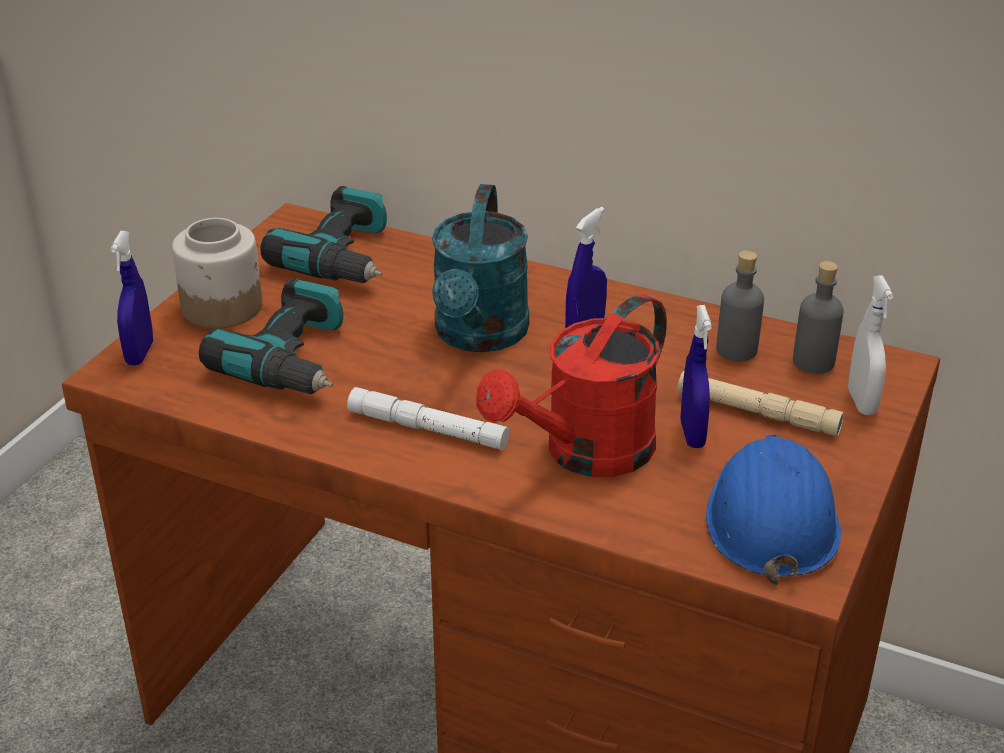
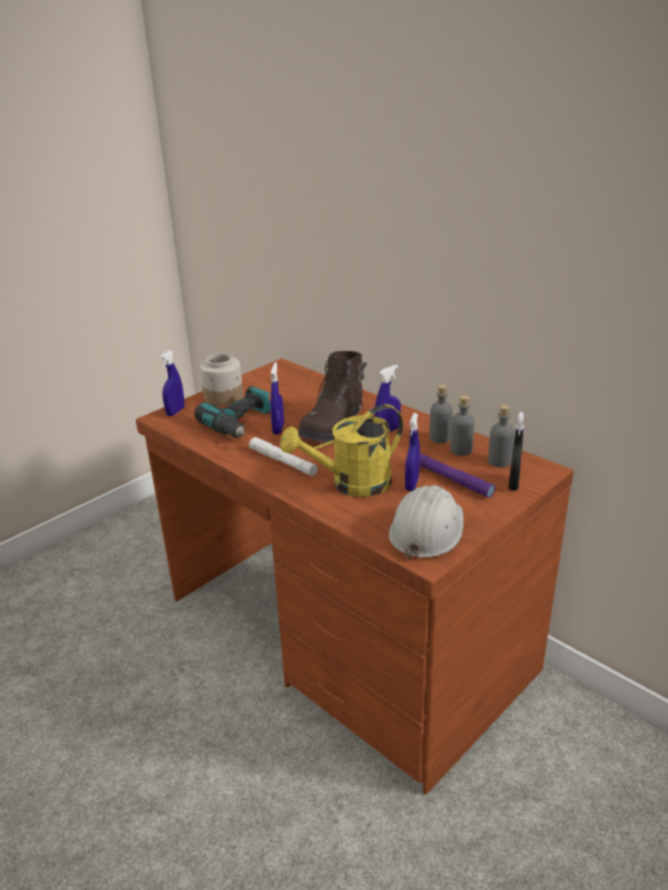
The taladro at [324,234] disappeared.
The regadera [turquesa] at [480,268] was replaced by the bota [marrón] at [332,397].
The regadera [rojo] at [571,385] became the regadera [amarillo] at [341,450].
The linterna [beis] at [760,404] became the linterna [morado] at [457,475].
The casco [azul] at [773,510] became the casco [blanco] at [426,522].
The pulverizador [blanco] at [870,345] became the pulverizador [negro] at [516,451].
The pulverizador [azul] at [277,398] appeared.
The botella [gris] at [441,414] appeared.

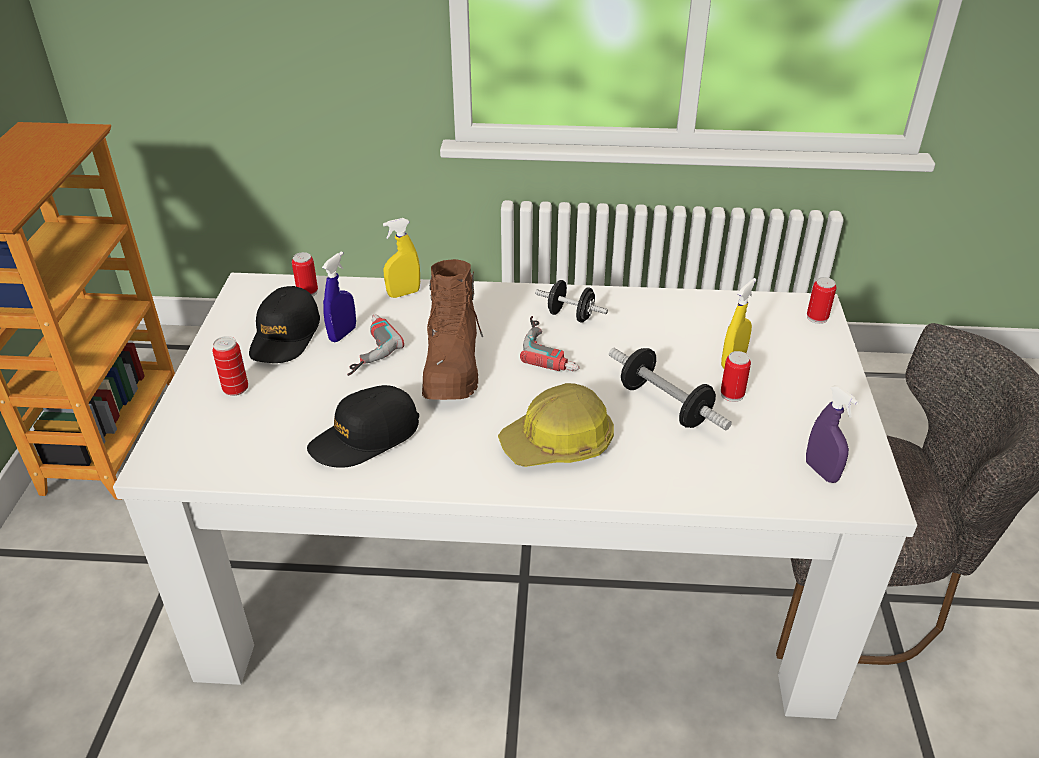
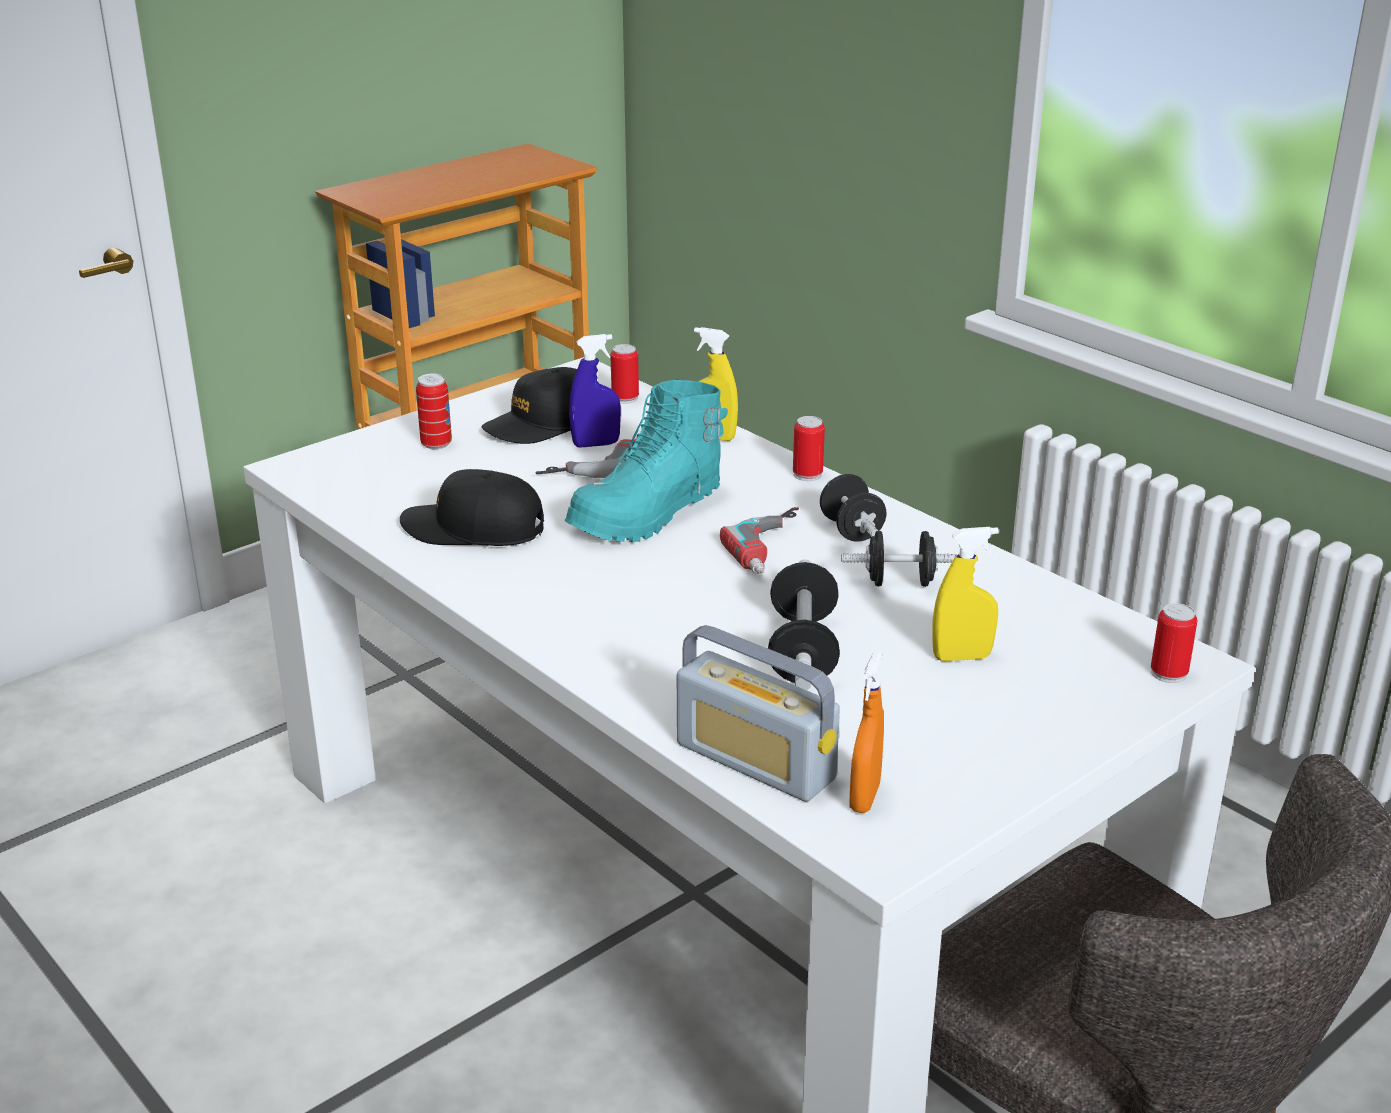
The bota [marrón] at [452,329] became the bota [turquesa] at [646,461].
The casco at [556,425] disappeared.
The lata moved from [736,376] to [809,448].
The pulverizador [morado] at [832,434] became the pulverizador [naranja] at [867,732].
The radio at [758,713] appeared.
The mancuerna [negro] at [900,559] appeared.

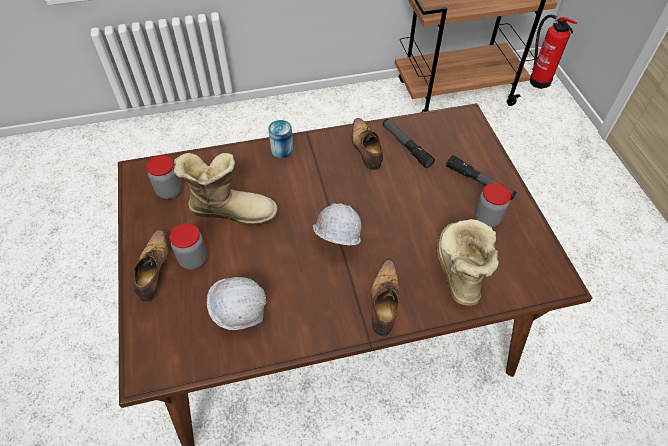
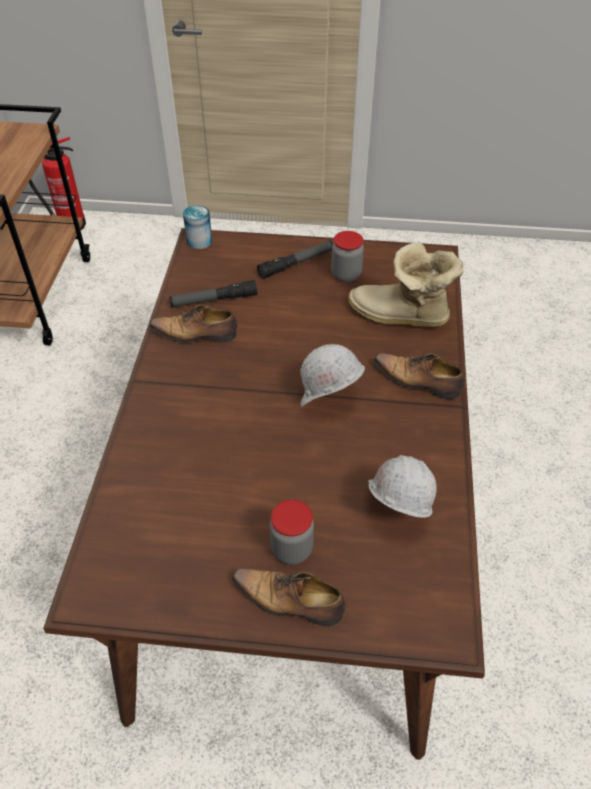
The tarro at [164,177] disappeared.
The bota at [226,189] disappeared.
The lata moved from [280,139] to [197,227].

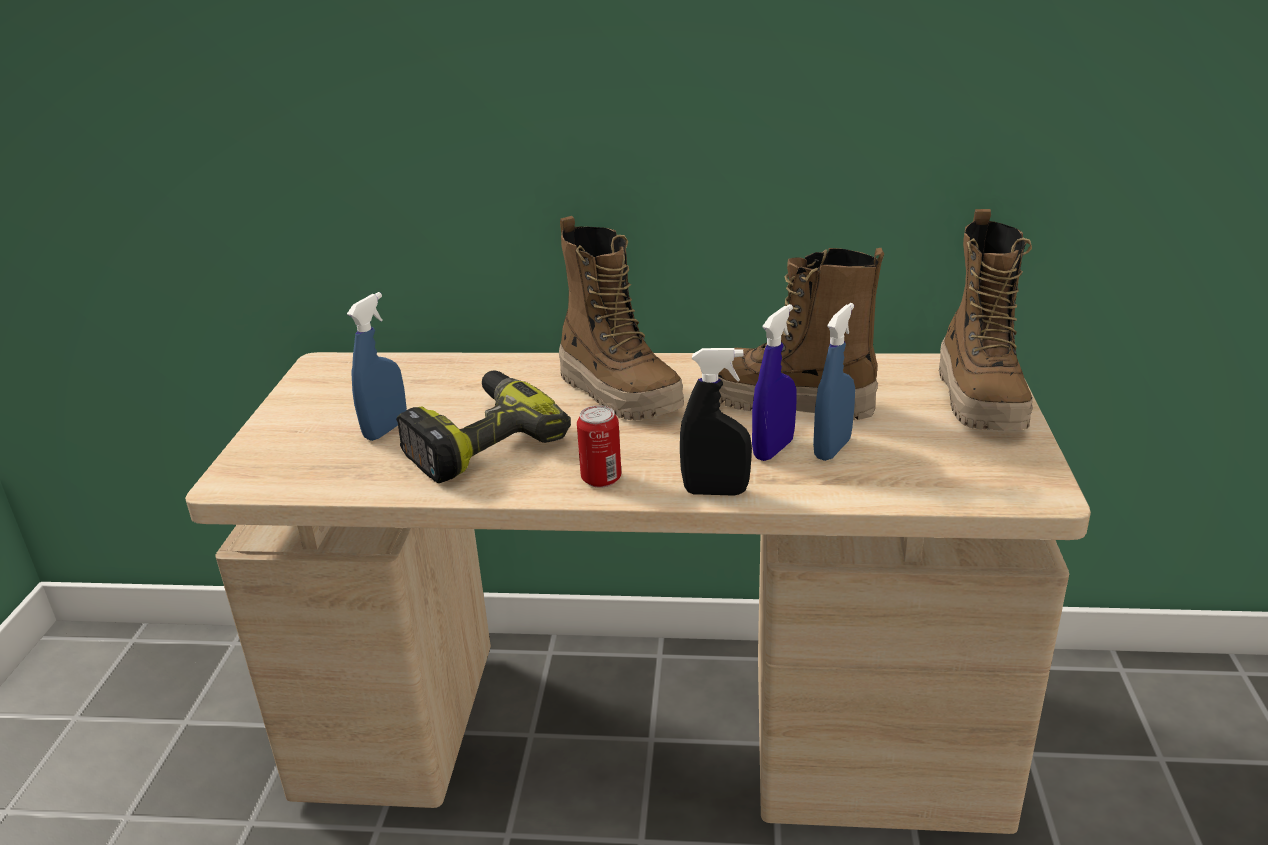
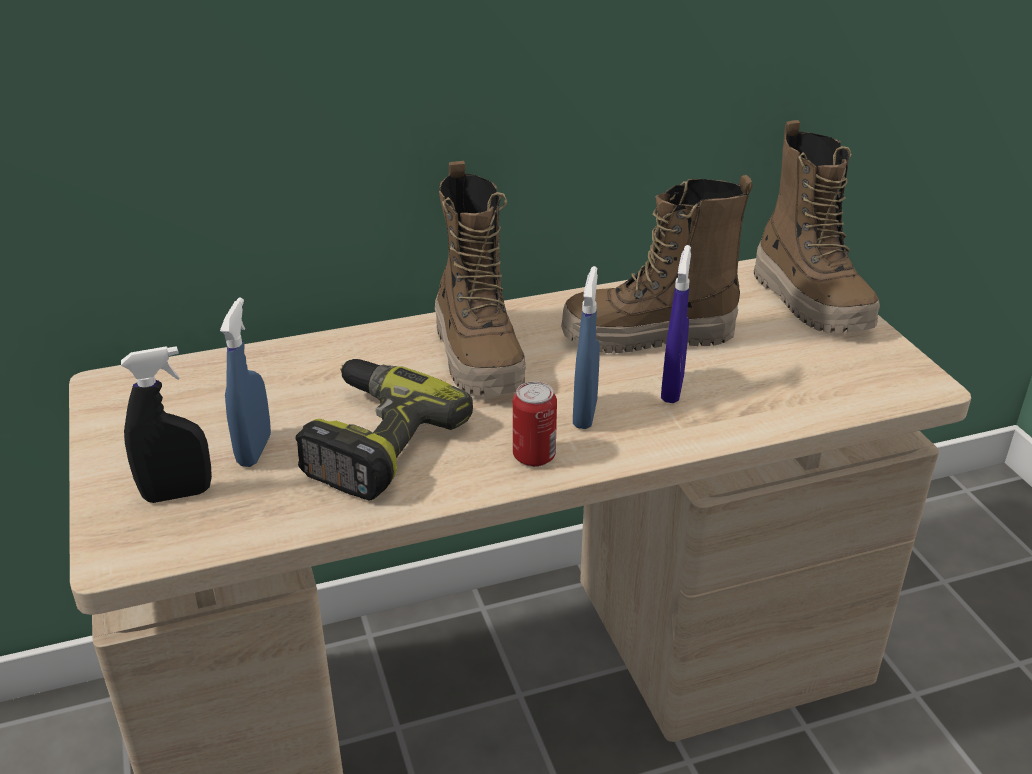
The bota at [621,318] turned 45 degrees clockwise.
The pulverizador [negro] moved from [716,421] to [166,424].
The pulverizador [azul] moved from [834,382] to [586,347].

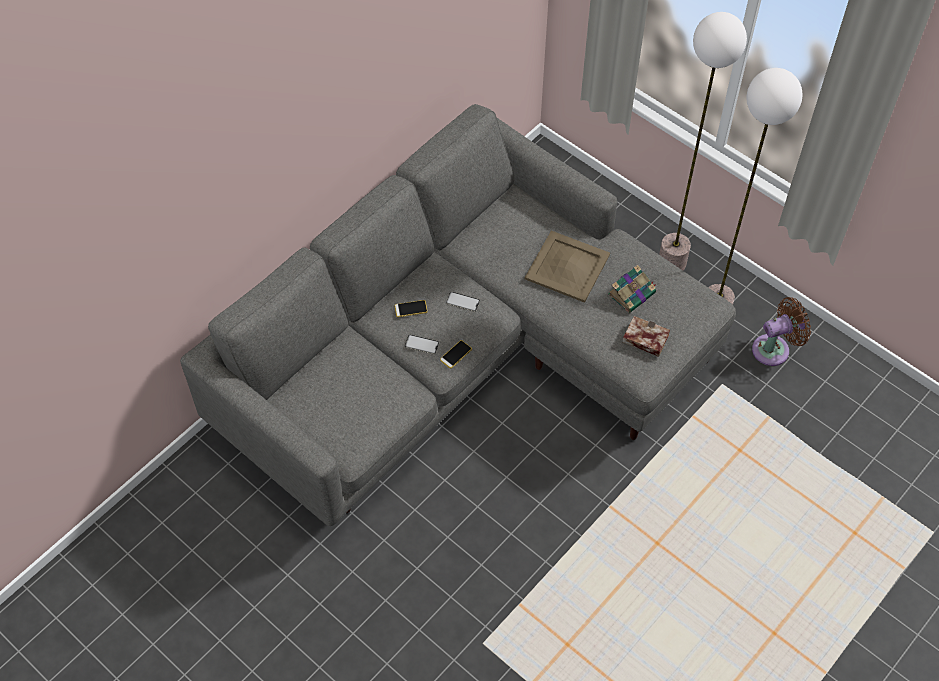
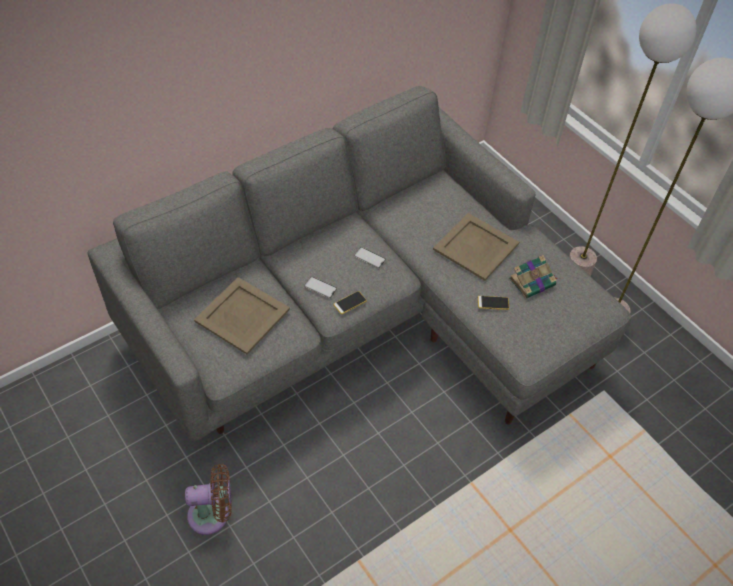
The móvil moved from [411,308] to [493,303].
The libro at [646,336] disappeared.
The ventilador [marrón] moved from [781,331] to [208,499].
The bandeja [beis] at [242,315] appeared.

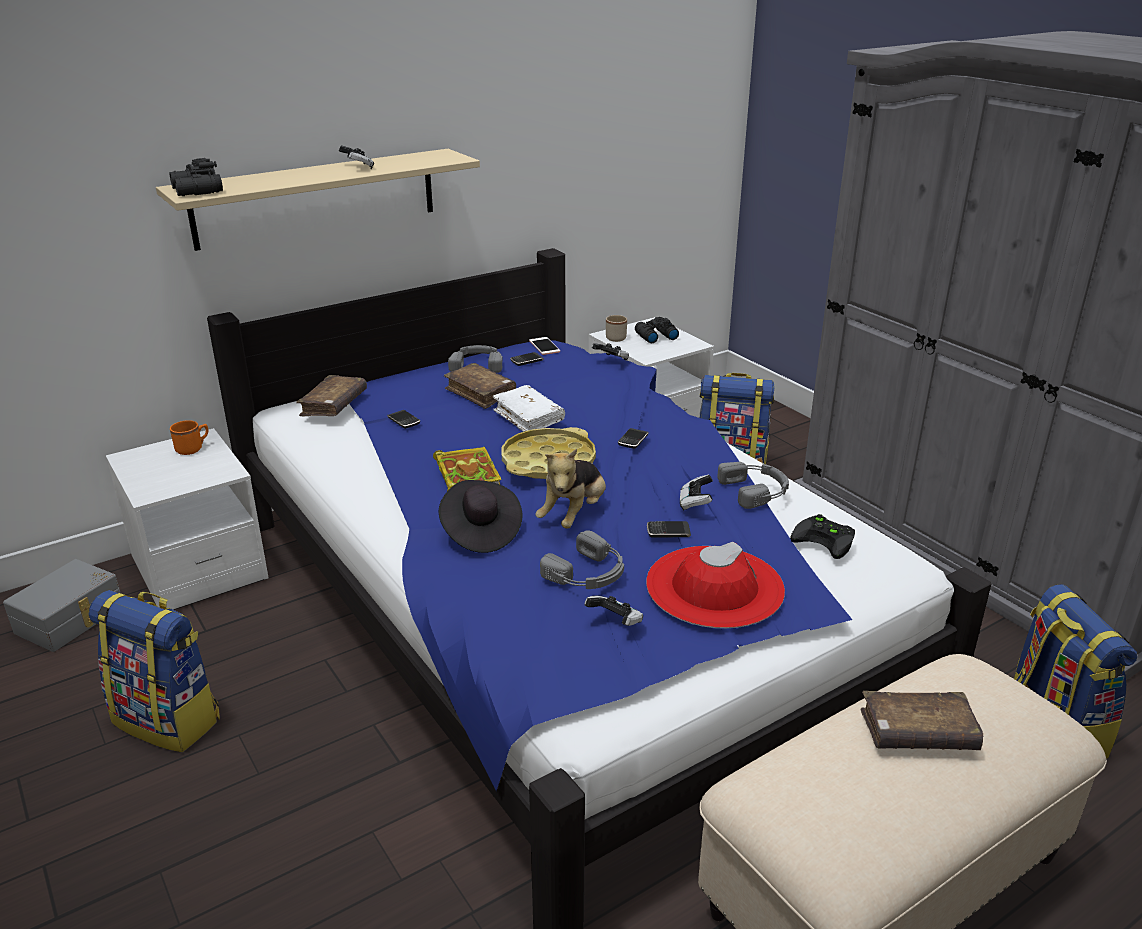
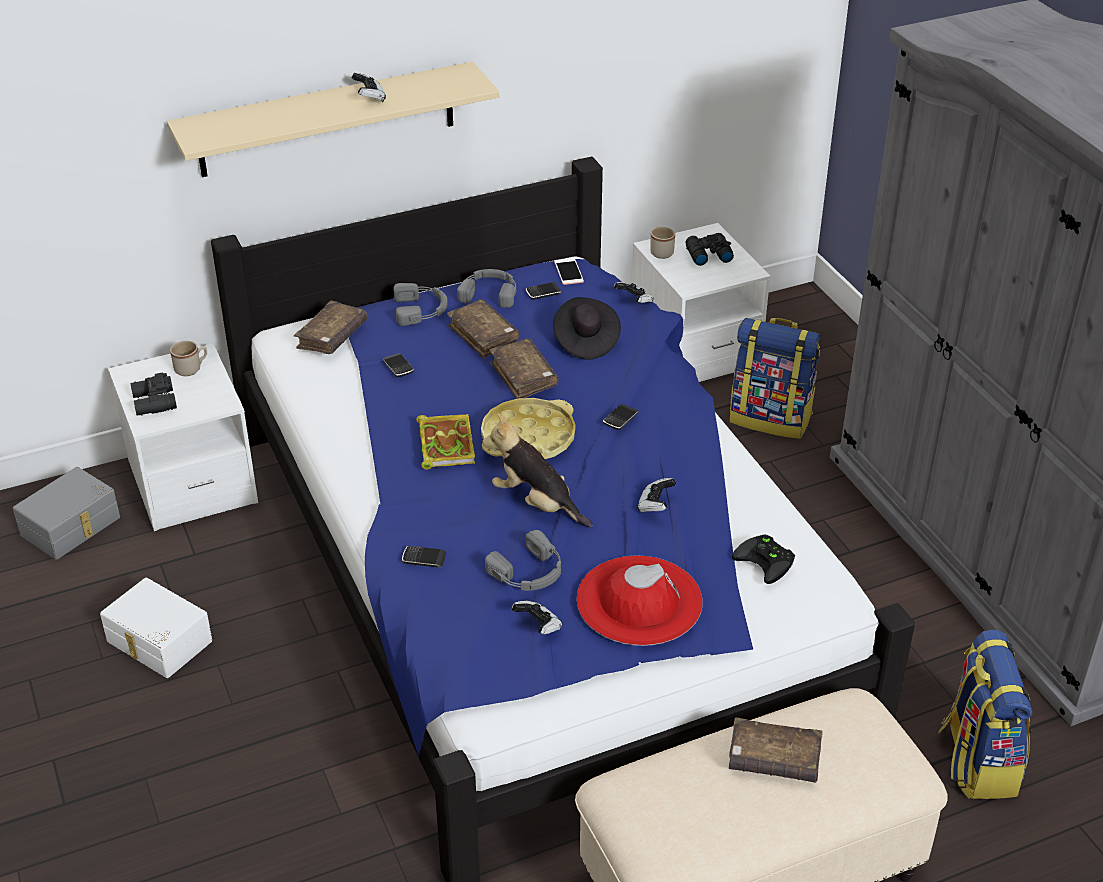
The mochila at [154,671] was replaced by the caja de almacenaje [blanco] at [156,628].
The prismáticos [negro] moved from [196,177] to [153,394].
The taza grande [naranja] at [189,437] became the taza grande [beis] at [188,358].
The sombrero [negro] moved from [481,516] to [587,328].
The libro [blanco] at [529,408] became the libro [marrón] at [524,368].
The peluche at [570,488] turned 90 degrees clockwise.
The móvil moved from [669,529] to [424,557].
The auriculares [gris] moved from [753,485] to [420,304].

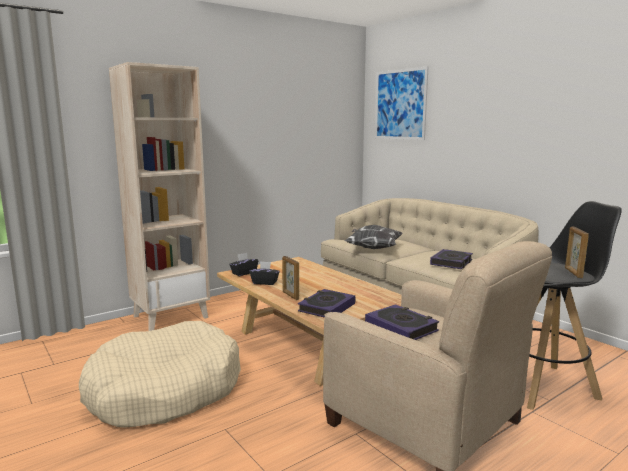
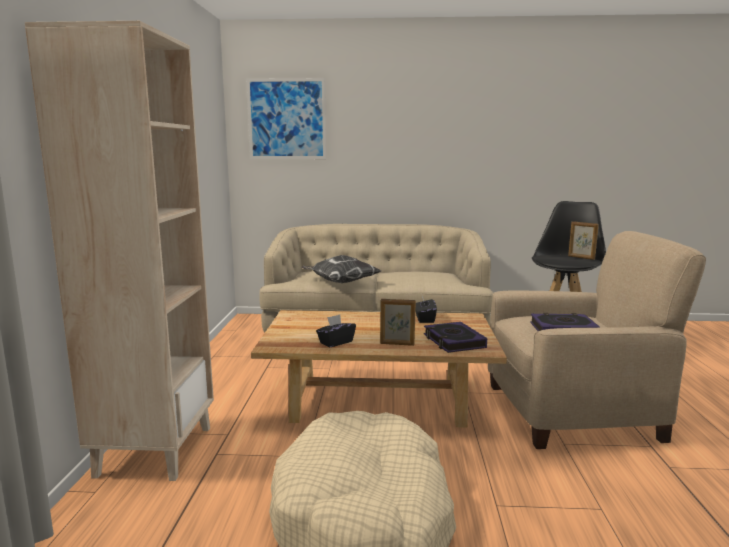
The caja de pañuelos [negro] moved from [243,264] to [426,309].
The libro at [451,259] disappeared.

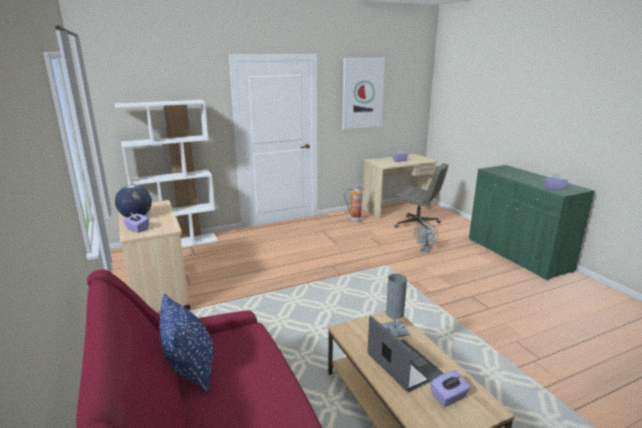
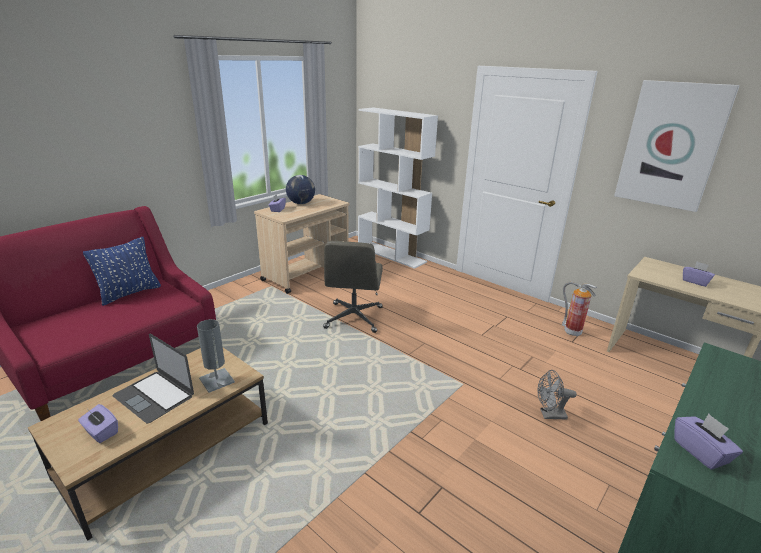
The portátil at [406,354] turned 90 degrees clockwise.
The silla de oficina [gris] moved from [421,196] to [353,287].

